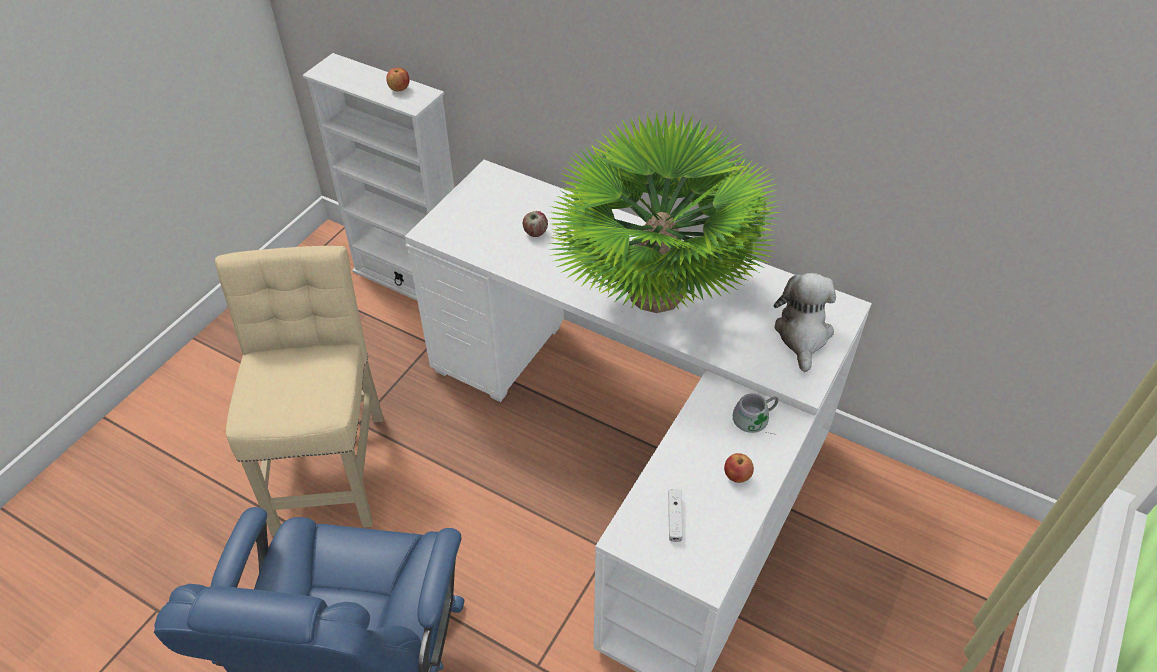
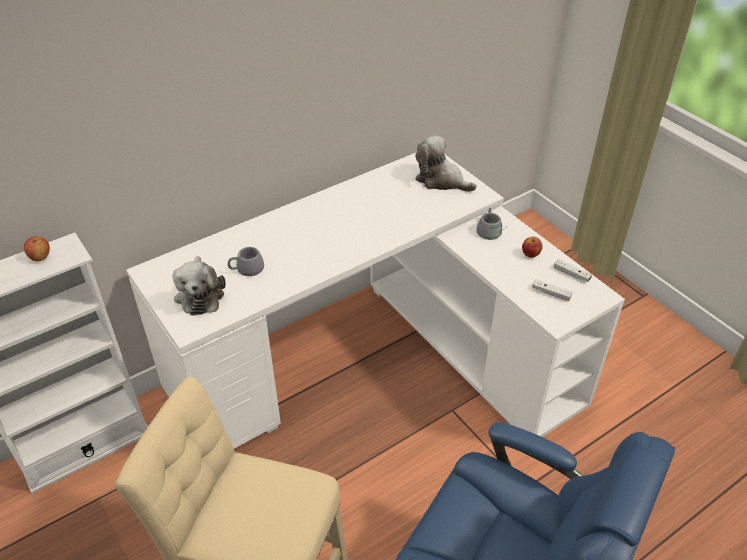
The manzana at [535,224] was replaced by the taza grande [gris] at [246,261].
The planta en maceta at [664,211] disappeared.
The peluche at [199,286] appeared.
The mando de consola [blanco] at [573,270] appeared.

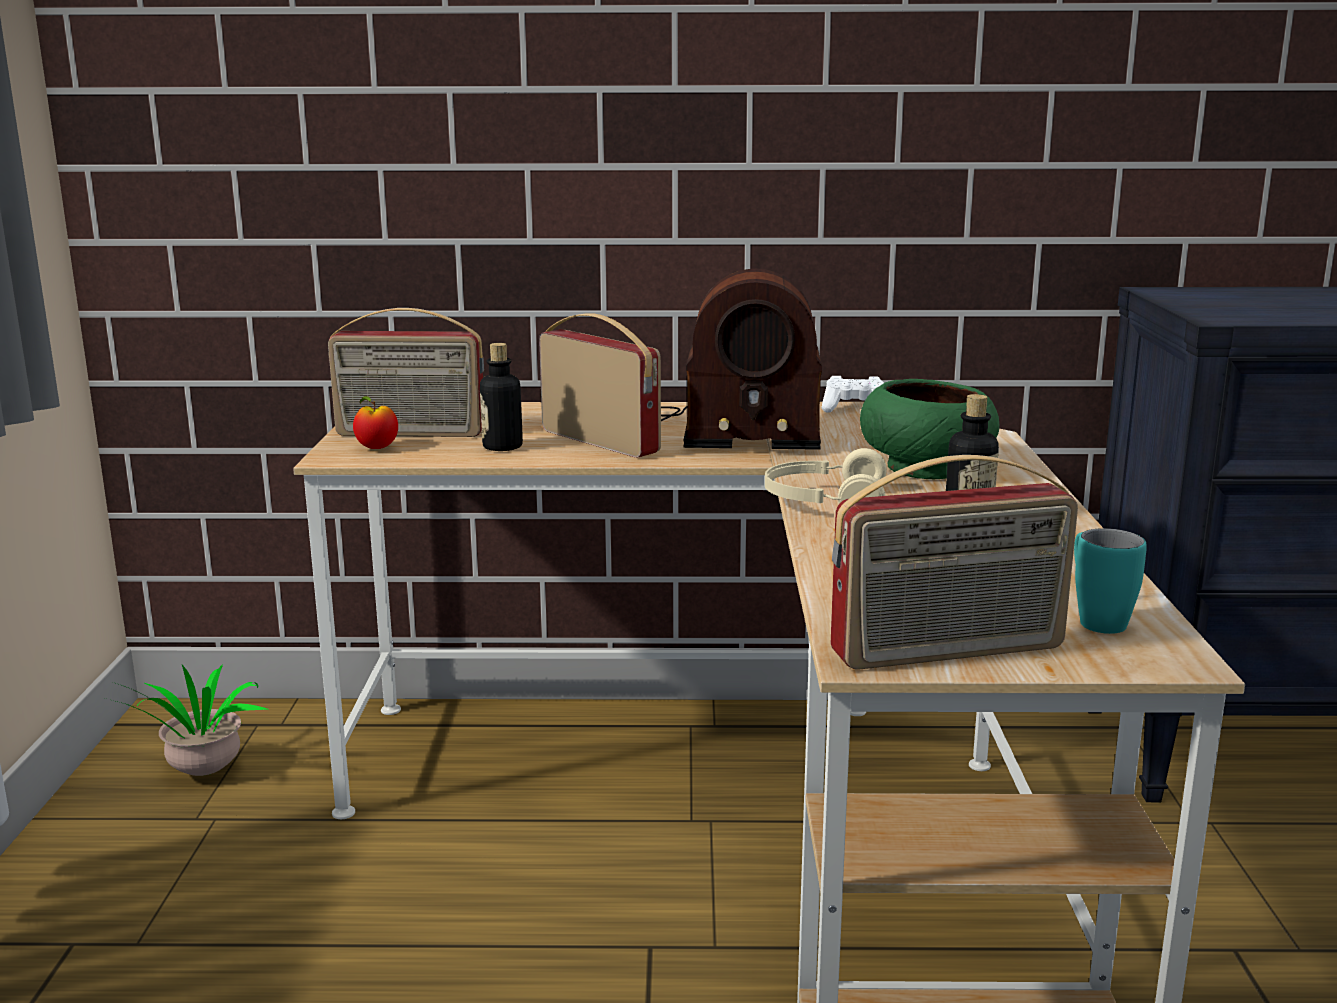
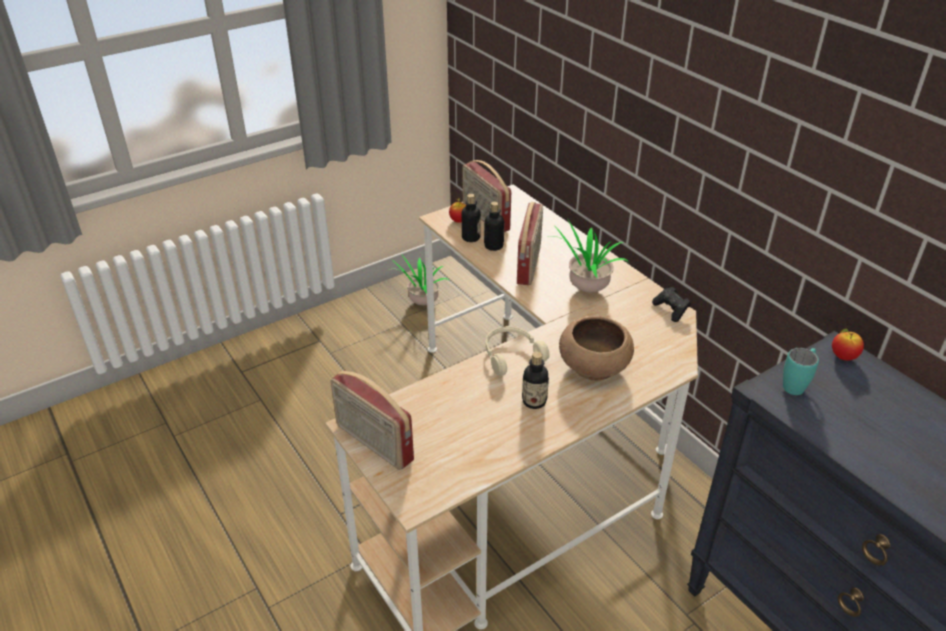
The radio at [741,359] was replaced by the planta en maceta at [588,255].
The mando de consola [blanco] at [852,394] became the mando de consola [negro] at [671,304].
The cuenco [verde] at [929,429] became the cuenco [marrón] at [596,348].
The taza grande [turquesa] moved from [1110,581] to [801,371].
The botella at [471,218] appeared.
The manzana at [848,344] appeared.

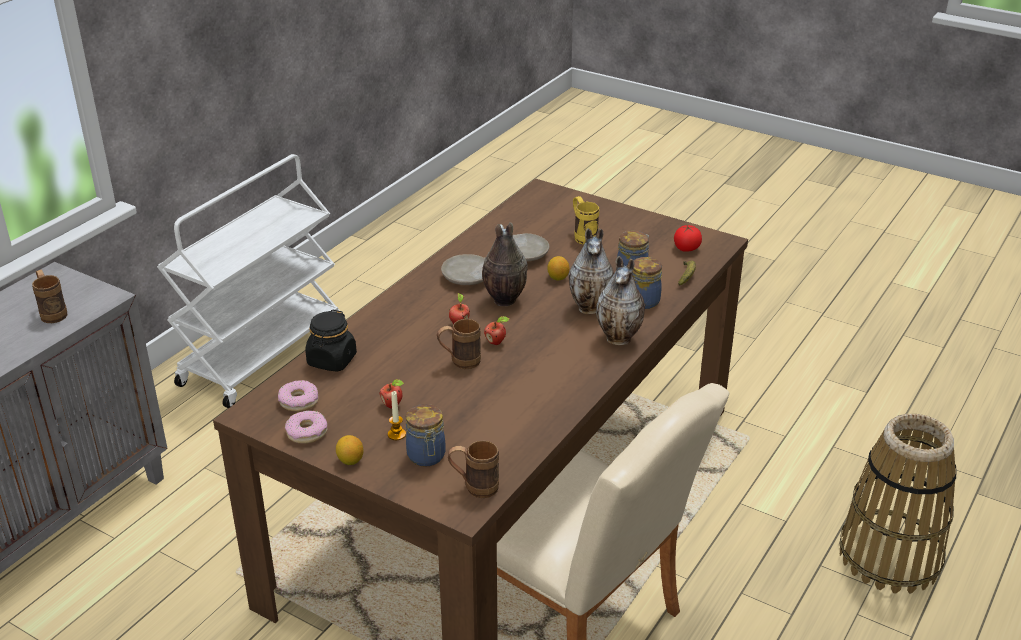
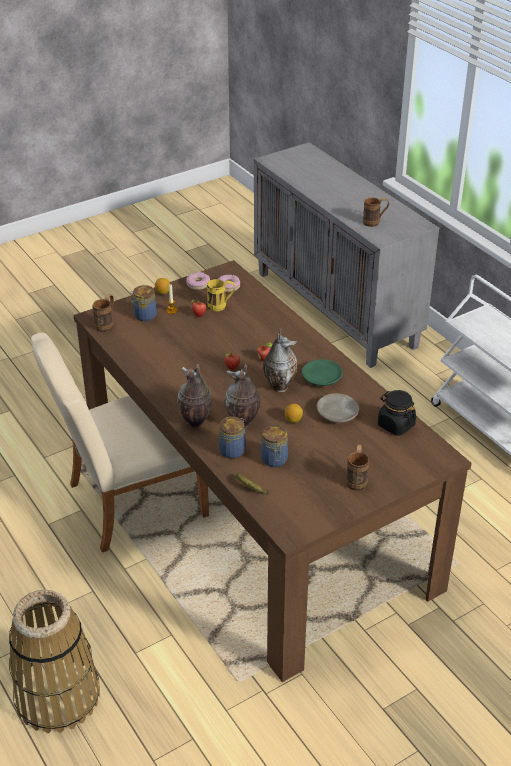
The tarro [negro] moved from [331,341] to [397,413].
The taza grande [marrón] moved from [459,344] to [358,467].
The plato [beis] at [463,269] became the plato [verde] at [322,372].
The taza grande [amarillo] moved from [586,220] to [221,295].
The tomate at [688,238] disappeared.

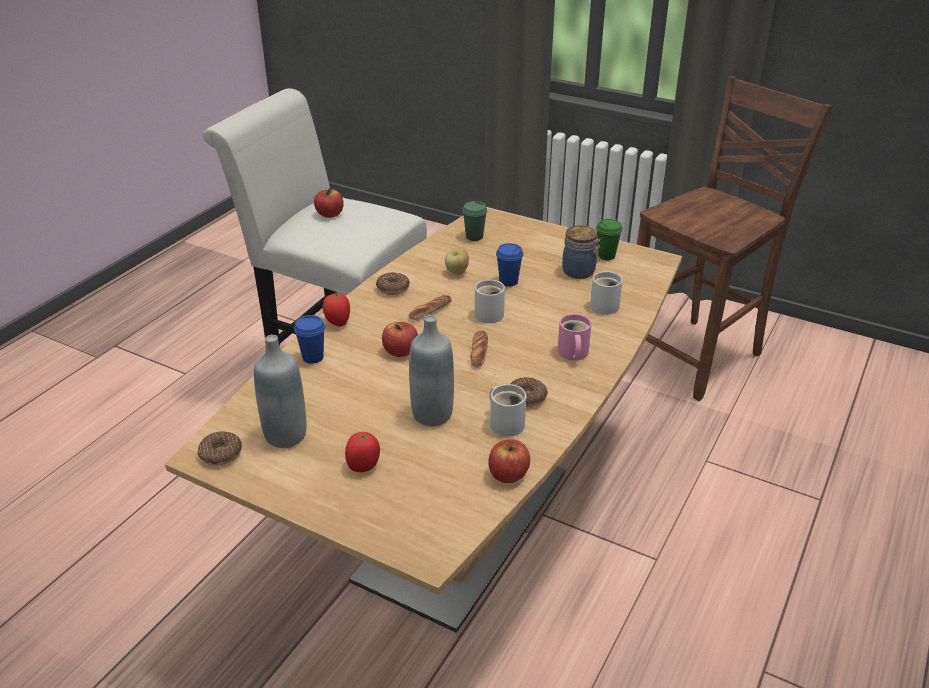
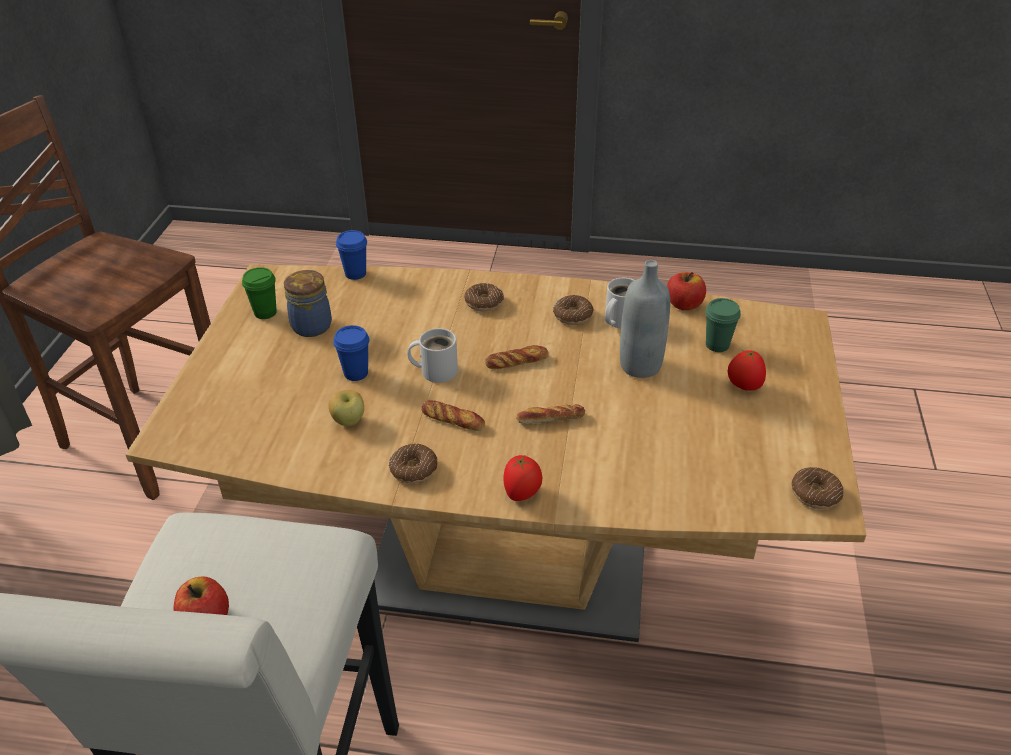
The botella [gris] at [280,391] disappeared.
The taza [azul] moved from [309,339] to [351,255].
The manzana at [400,339] was replaced by the pan at [550,414].
The taza [verde] moved from [474,221] to [723,325].
The taza grande [rosa] at [574,337] was replaced by the rosquilla at [484,297].
The taza grande [blanco] at [606,292] disappeared.

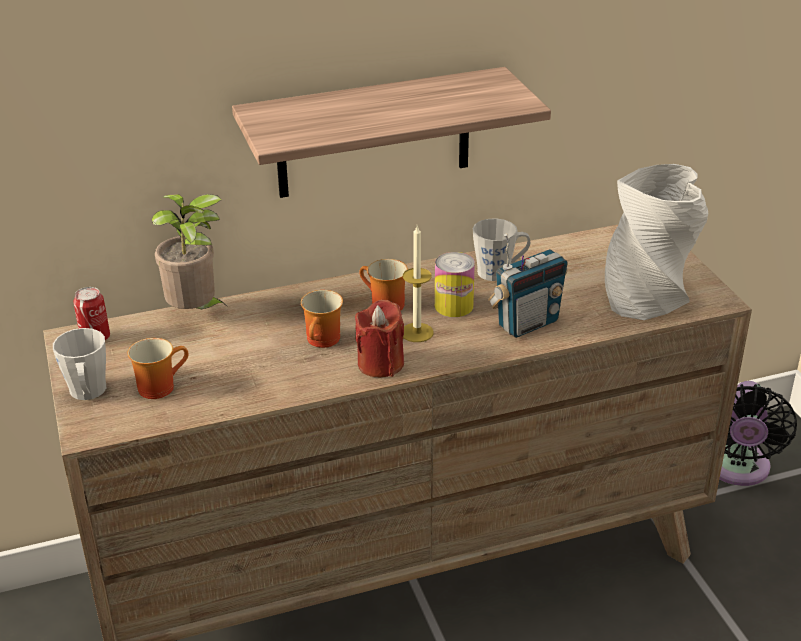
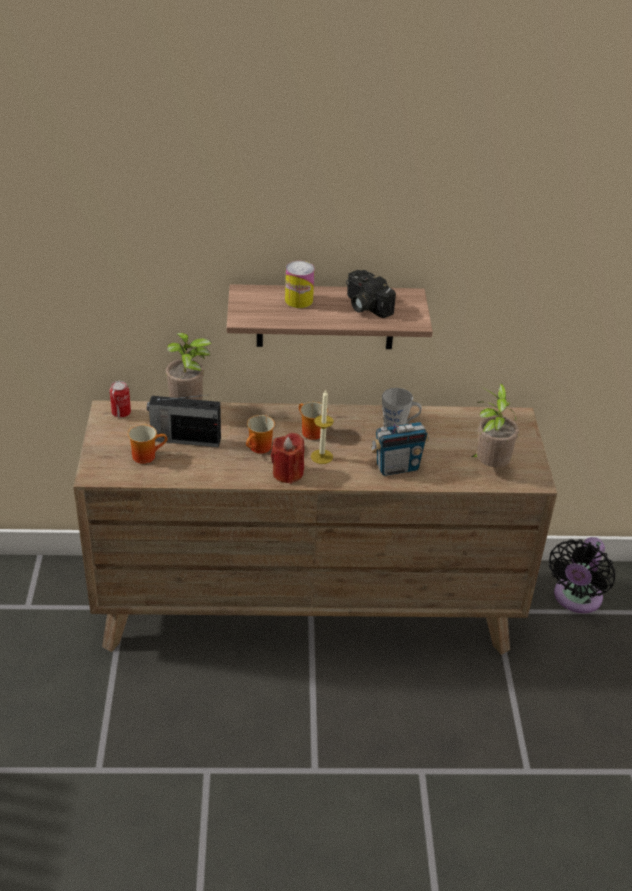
The taza grande [gris] at [79,364] disappeared.
The lata moved from [455,284] to [299,284].
The florero [gris] at [656,242] was replaced by the planta en maceta at [495,425].
The radio at [184,421] appeared.
The cámara at [371,294] appeared.

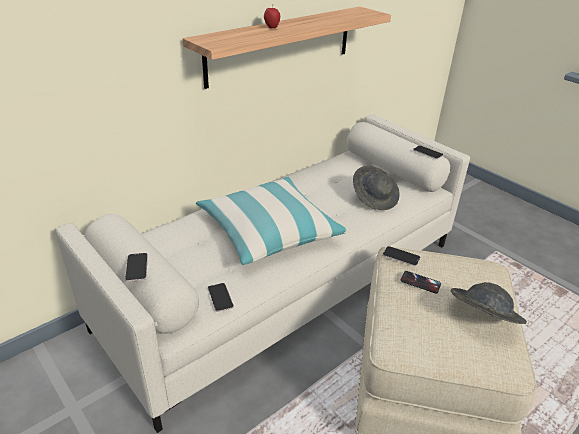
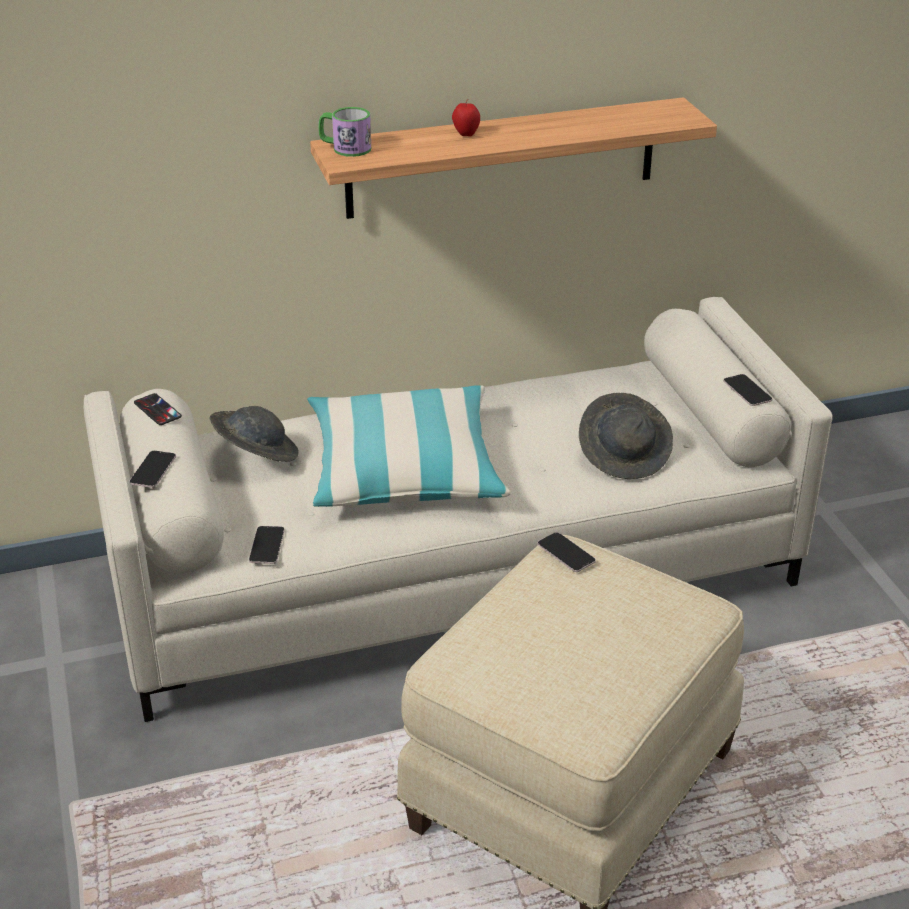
The móvil moved from [420,282] to [158,409].
The sombrero [gris] moved from [489,303] to [254,434].
The taza grande at [344,132] appeared.

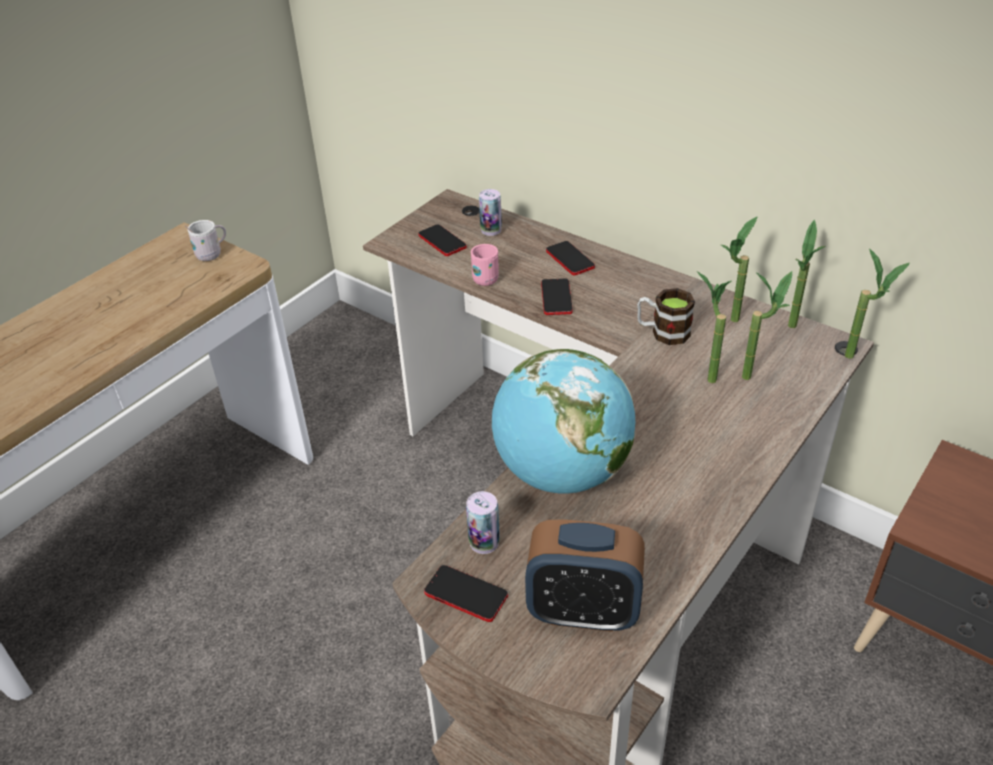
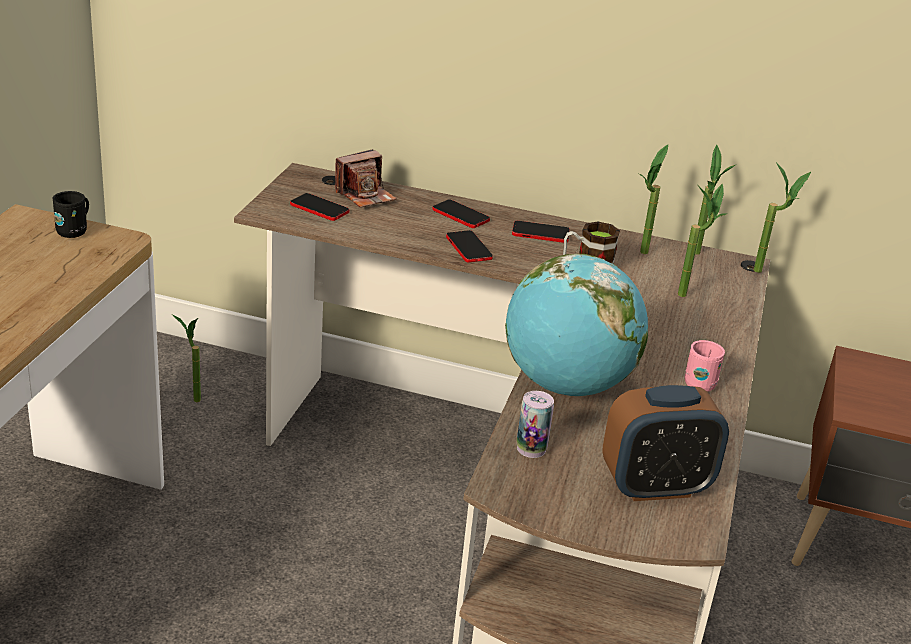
The taza grande [blanco] at [205,240] became the taza grande [negro] at [71,214].
The móvil moved from [466,593] to [541,232].
The taza grande [rosa] moved from [485,265] to [705,366].
The lata at [490,212] was replaced by the cámara at [365,178].
The planta en maceta moved from [714,327] to [186,358].

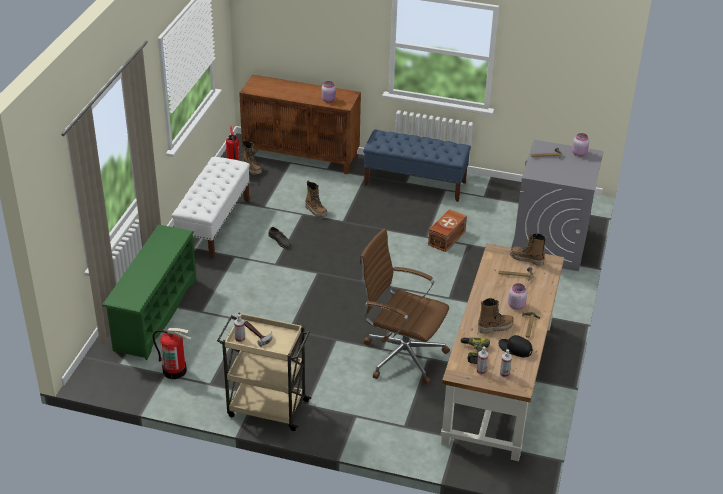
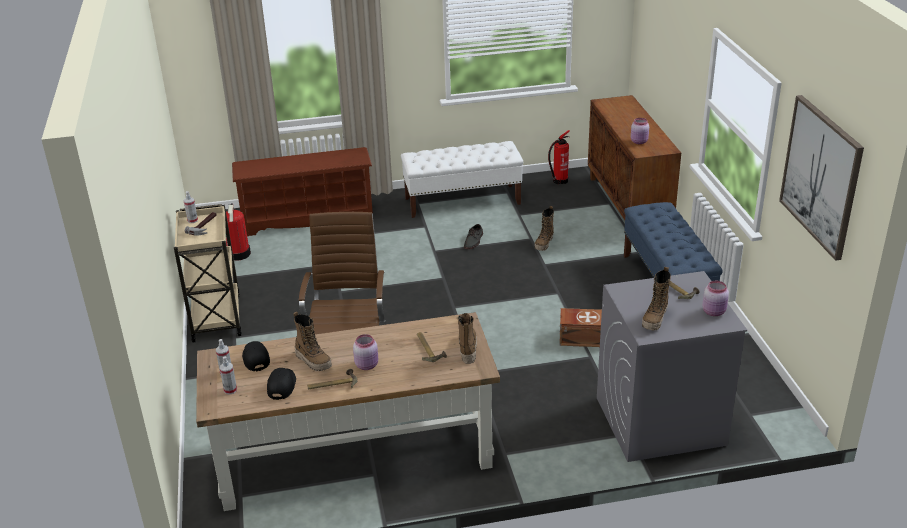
The zapatero [verde] at [149,292] became the zapatero [marrón] at [302,191].
The bota moved from [252,157] to [656,298].
The taladro at [475,350] was replaced by the gorra [negro] at [256,356].
The cuadro at [821,178] appeared.

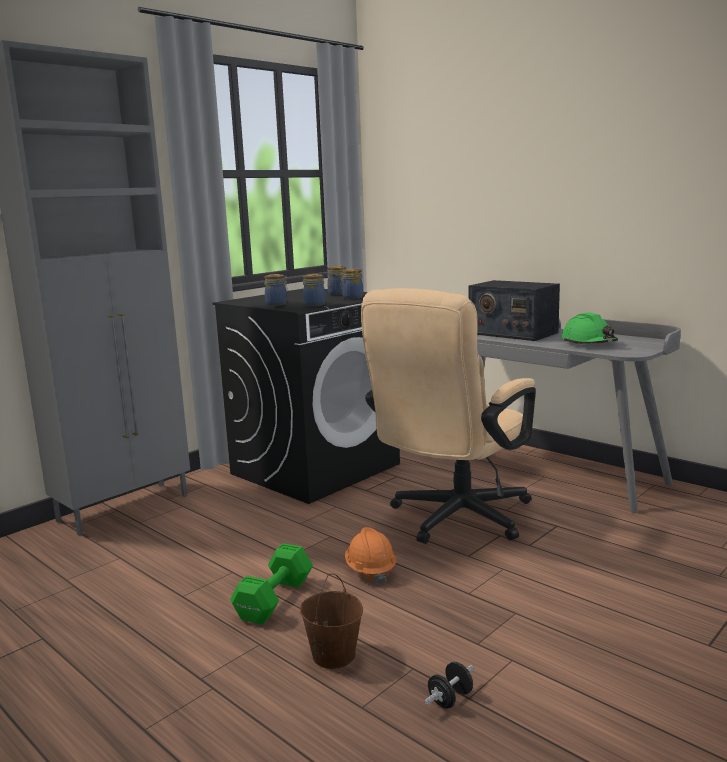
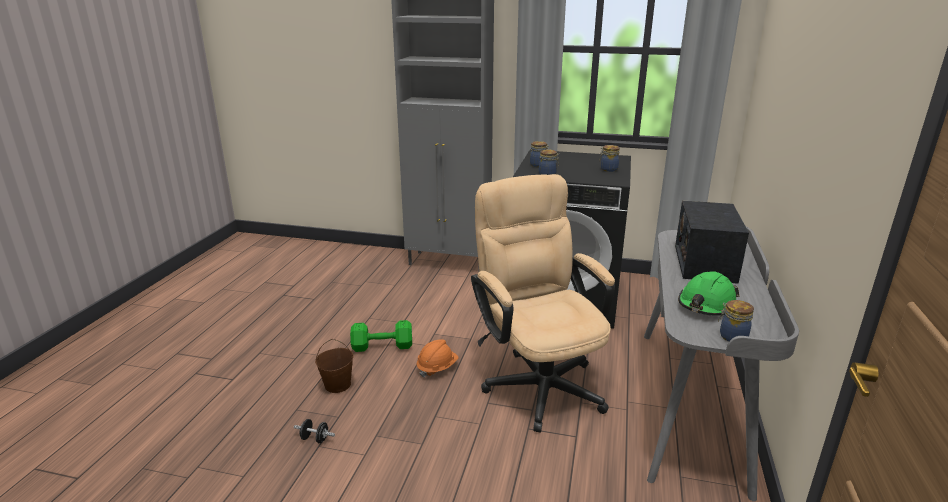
The tarro moved from [351,283] to [736,321].
The silla de oficina [beis] at [448,416] turned 60 degrees clockwise.

